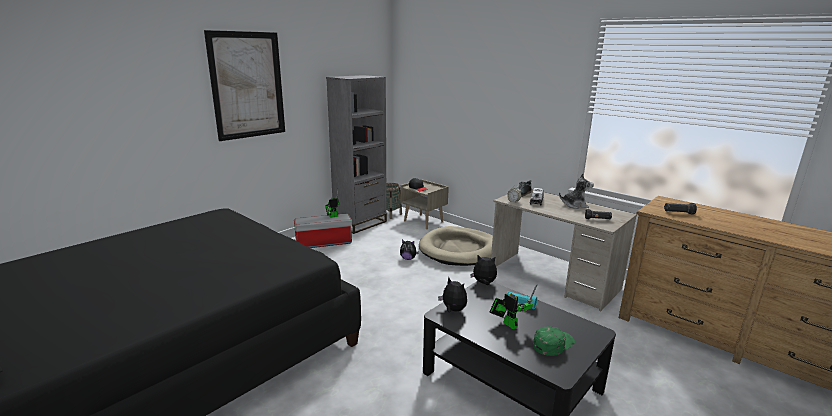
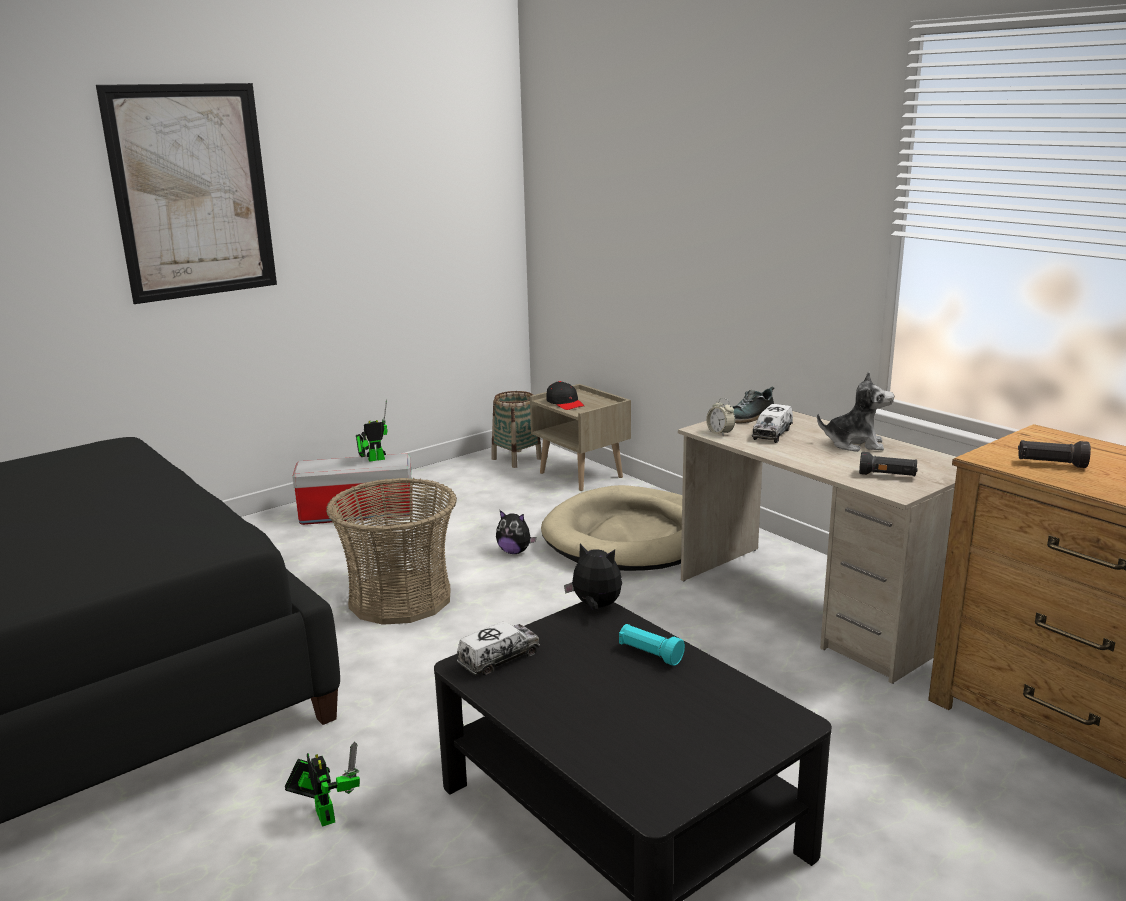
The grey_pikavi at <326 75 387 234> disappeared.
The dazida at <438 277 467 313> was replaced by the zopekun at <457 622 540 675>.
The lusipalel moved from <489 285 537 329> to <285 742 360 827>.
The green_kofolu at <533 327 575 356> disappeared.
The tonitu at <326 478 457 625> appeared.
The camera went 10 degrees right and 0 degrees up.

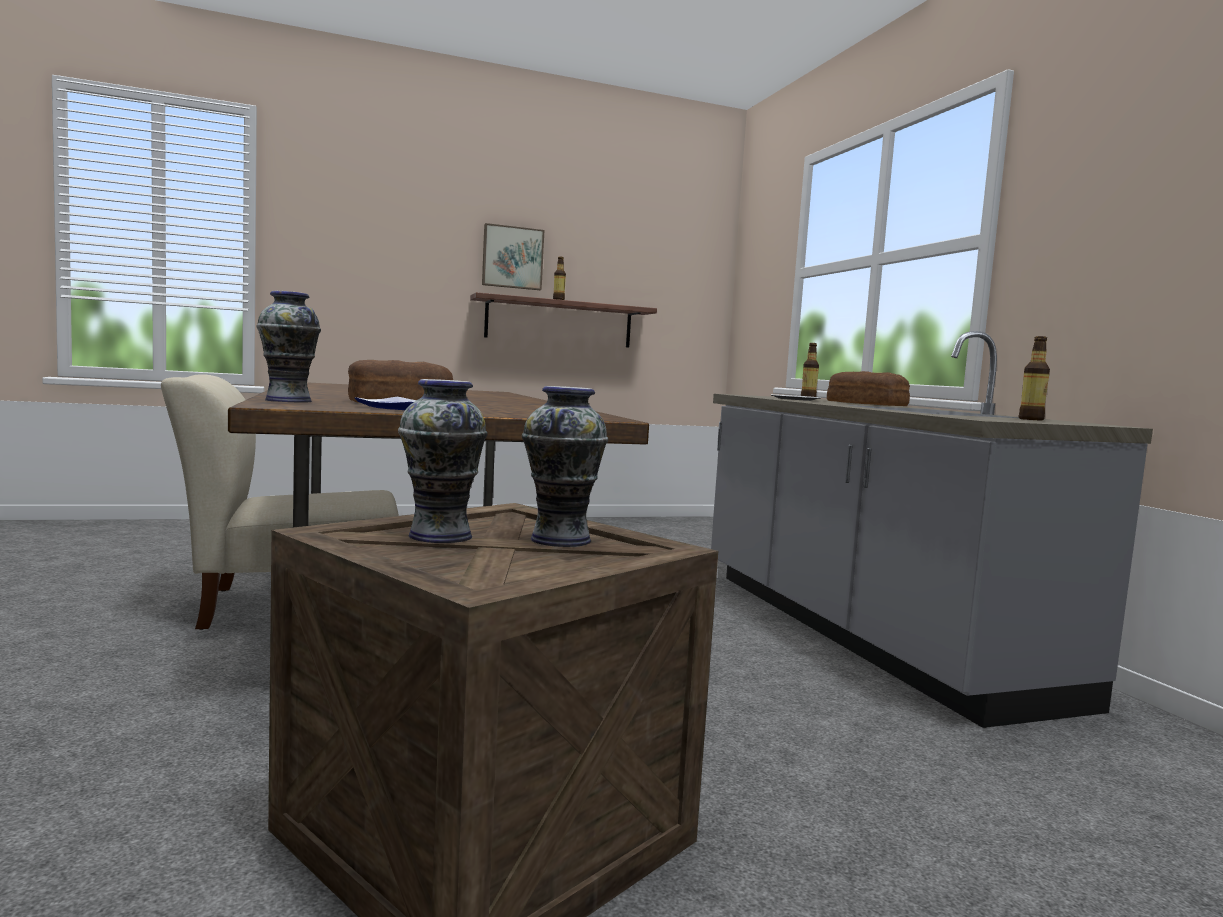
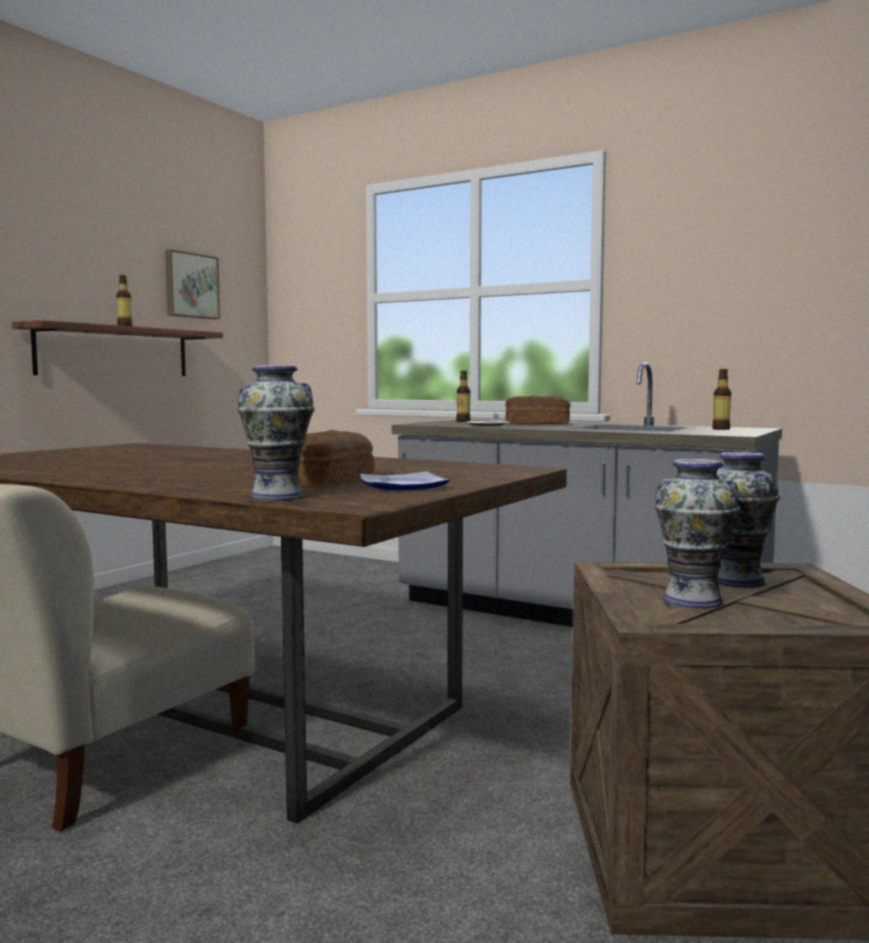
The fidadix moved from <482 223 544 290> to <165 249 220 319>.
The camera went 40 degrees left and 0 degrees up.

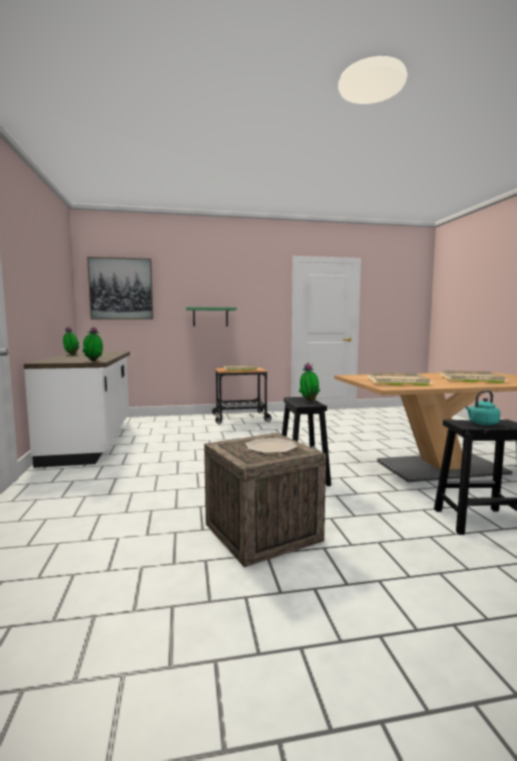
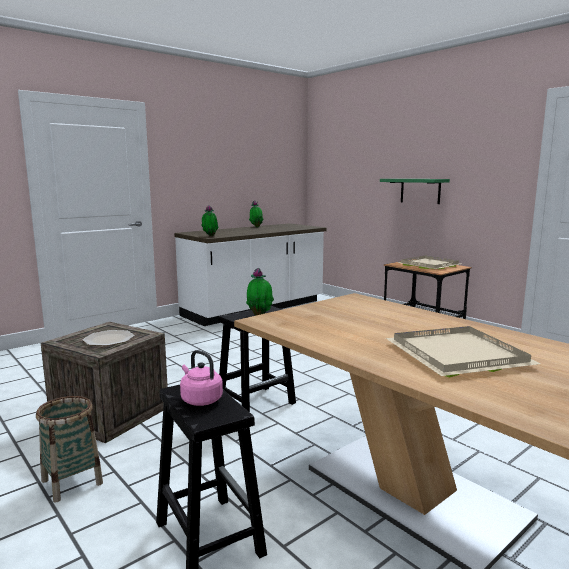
The fidadix at <87 257 153 320> disappeared.
The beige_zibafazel at <367 373 435 386> disappeared.
The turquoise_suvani at <465 390 500 426> became the pink_suvani at <180 350 223 406>.
The tonitu at <36 396 103 502> appeared.
The camera went 60 degrees right and 5 degrees up.

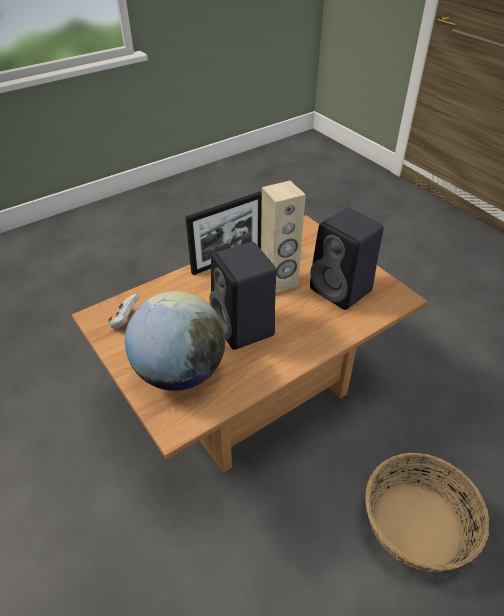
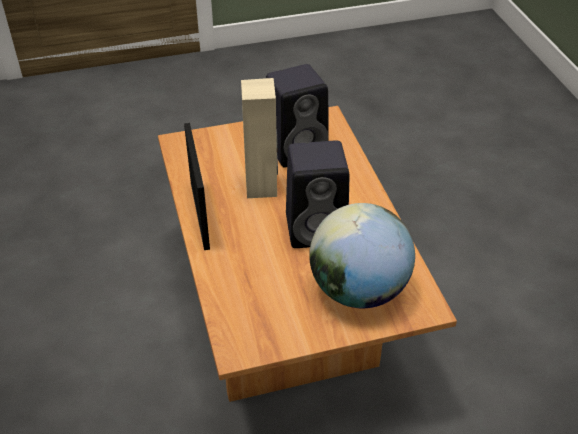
The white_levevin at <108 294 140 329> disappeared.
The tonitu at <365 453 489 572> disappeared.
The camera went 70 degrees left and 0 degrees up.

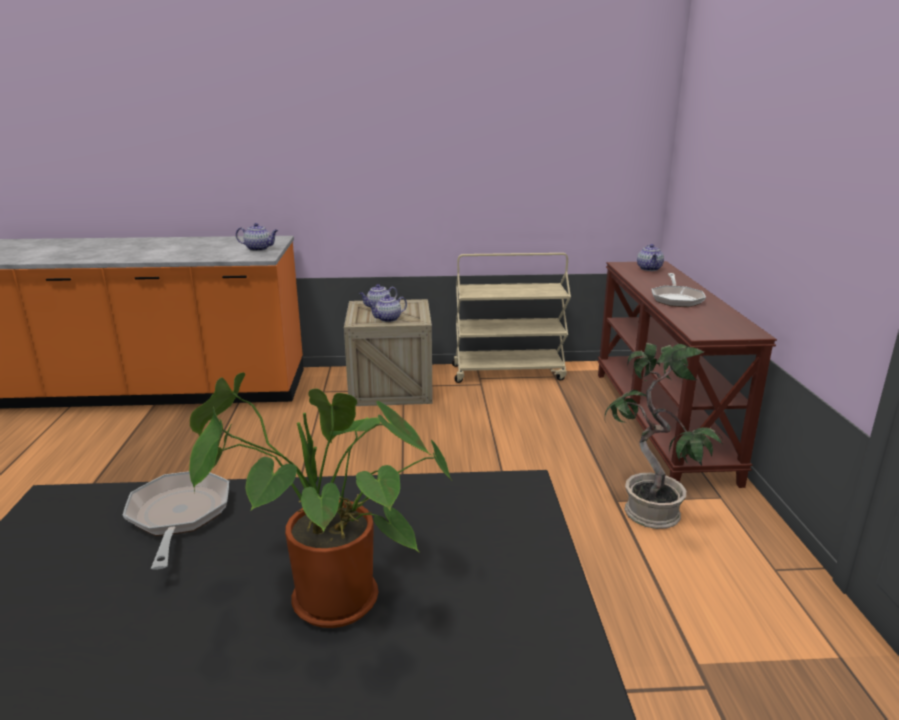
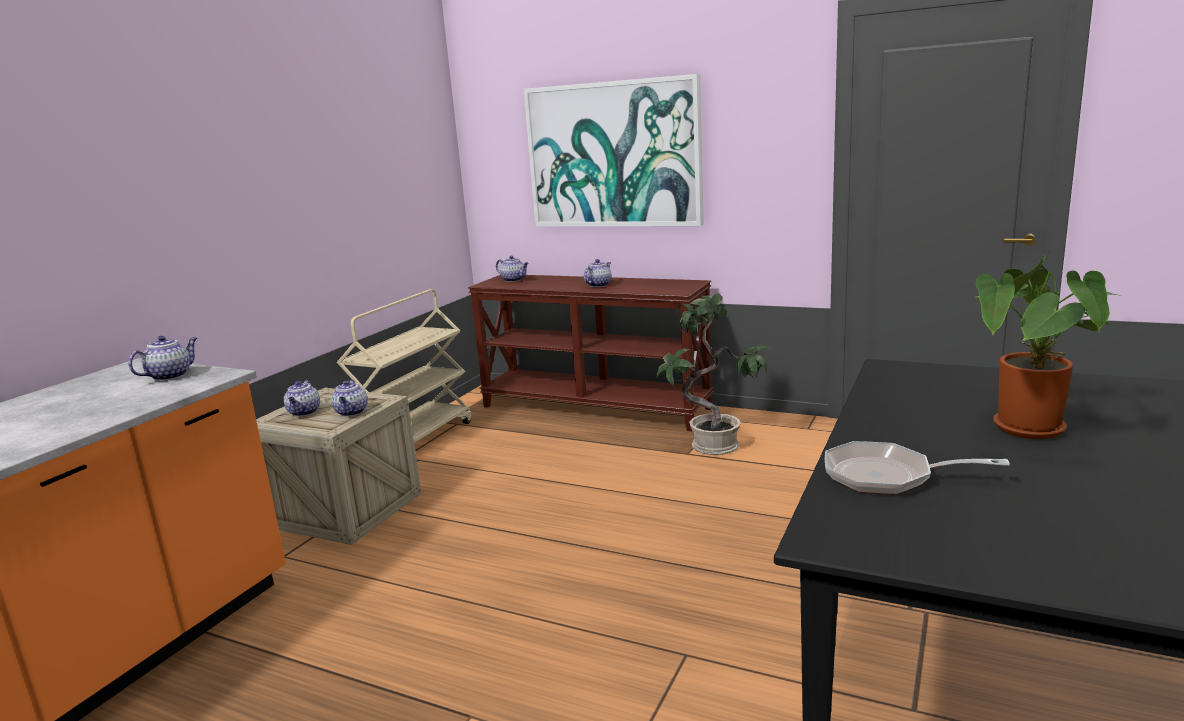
The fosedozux at <652 273 706 307> was replaced by the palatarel at <584 259 611 287>.
The fidadix at <523 74 704 226> appeared.
The camera went 60 degrees left and 5 degrees down.

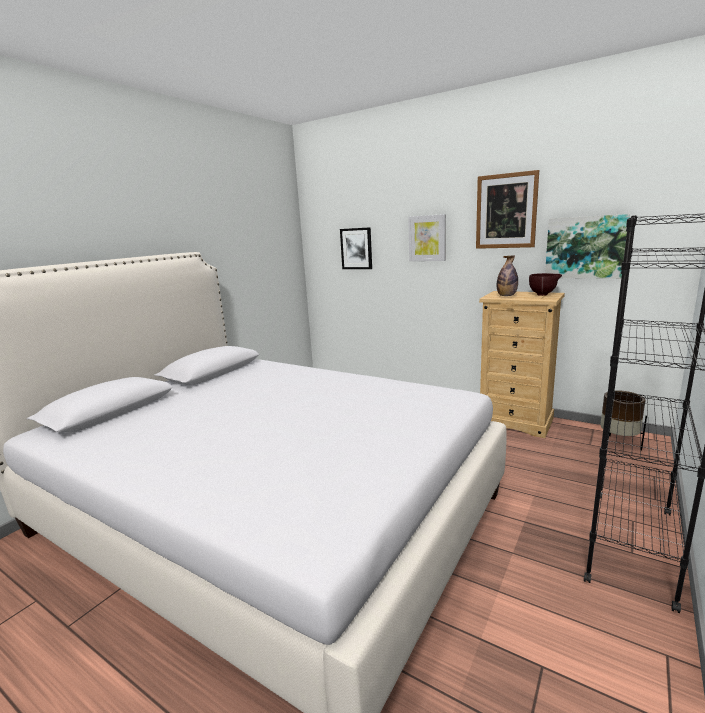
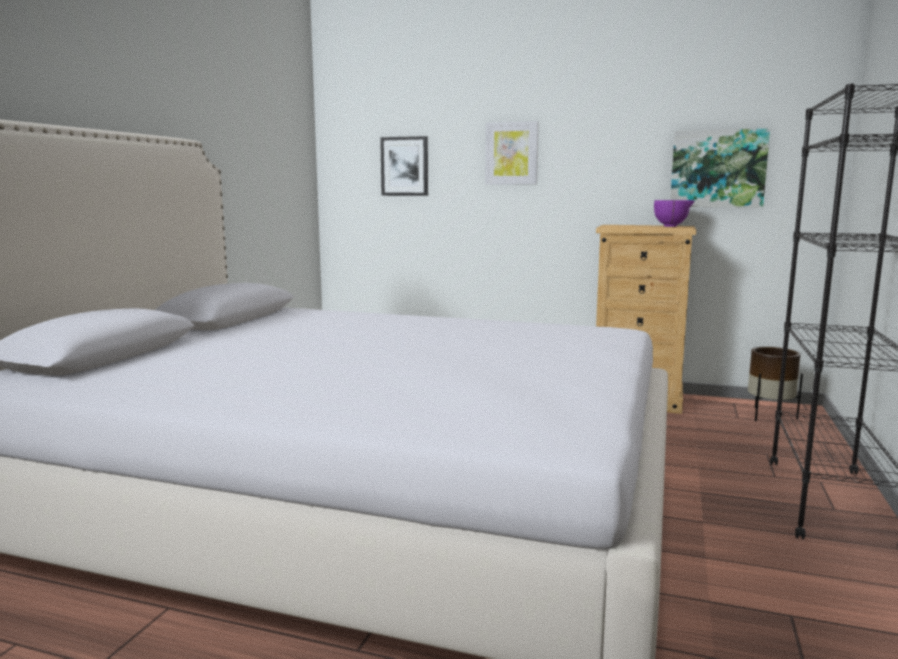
The fidadix at <476 170 539 249> disappeared.
The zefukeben at <497 256 518 296> disappeared.
The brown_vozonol at <529 273 562 296> became the purple_vozonol at <654 200 695 227>.
The camera went 15 degrees left and 5 degrees down.

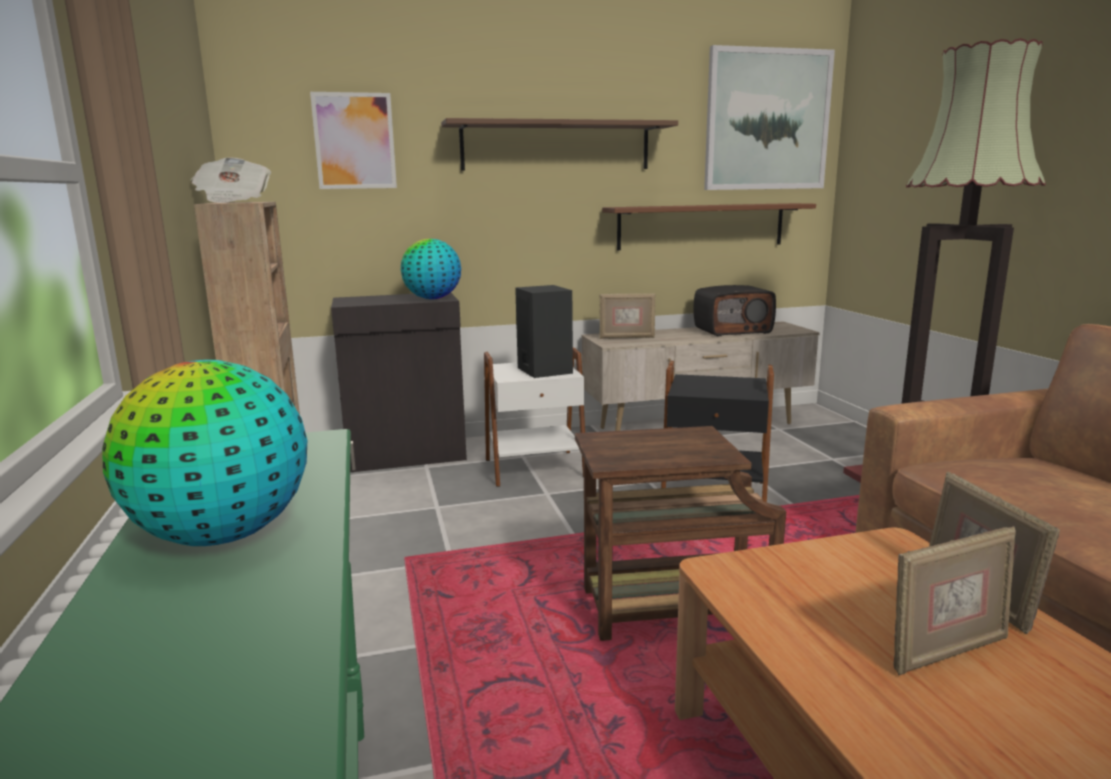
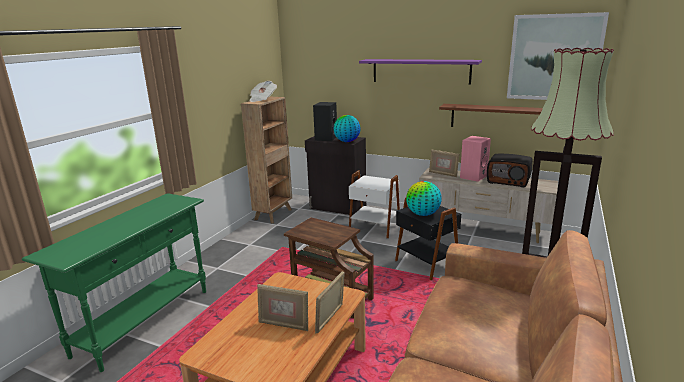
The fidadix at <310 92 397 189> disappeared.
The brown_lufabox at <441 118 678 170> became the purple_lufabox at <359 59 482 85>.
The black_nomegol moved from <515 285 573 378> to <313 102 337 141>.
The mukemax moved from <102 360 307 546> to <406 181 442 216>.
The pink_nomegol at <460 136 491 182> appeared.
The camera went 40 degrees right and 5 degrees up.

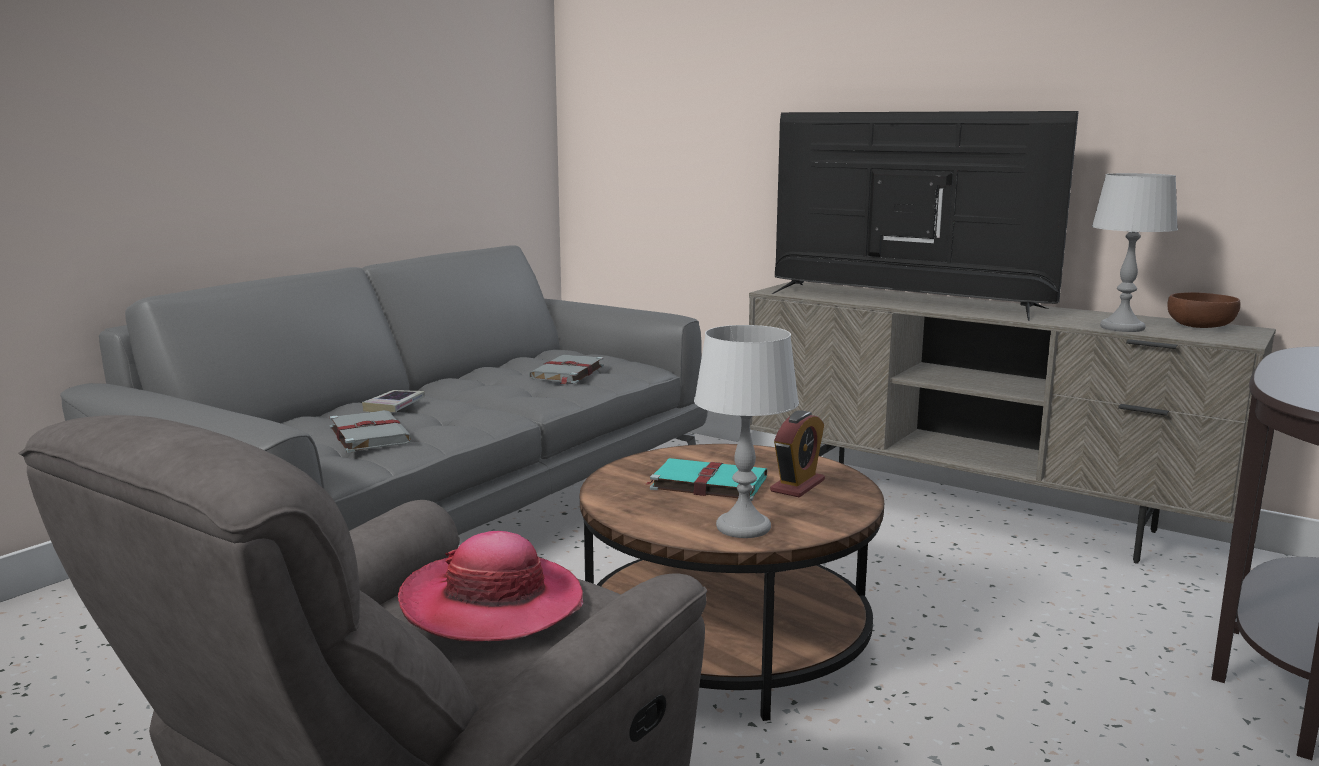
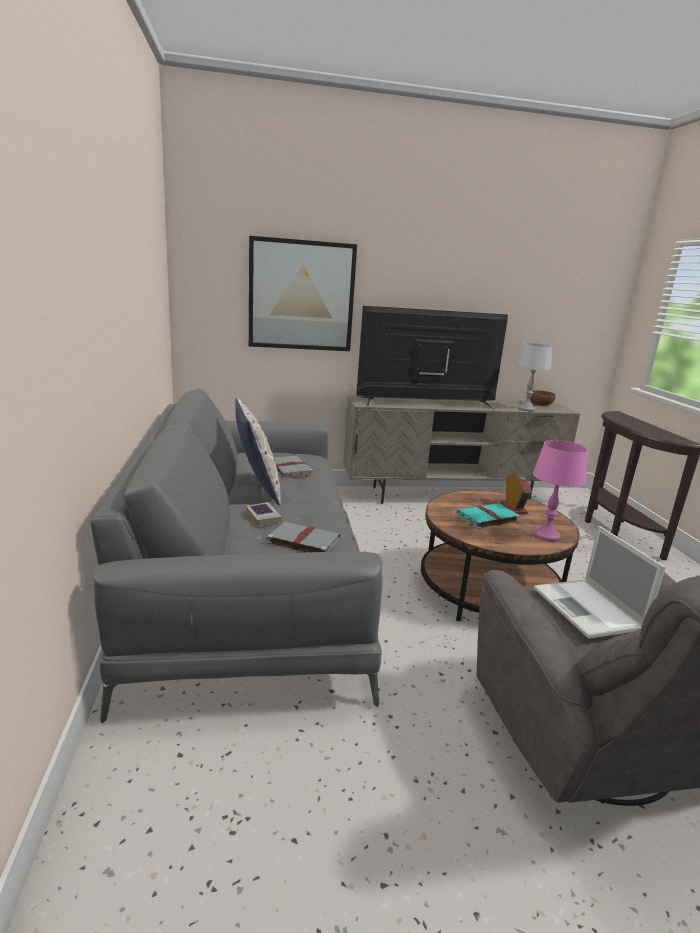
The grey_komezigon at <694 325 799 538> became the pink_komezigon at <533 440 587 541>.
The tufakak at <398 531 583 641> was replaced by the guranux at <534 526 666 639>.
The fidadix at <249 236 357 351> appeared.
The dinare at <235 398 281 505> appeared.
The camera went 45 degrees left and 5 degrees up.

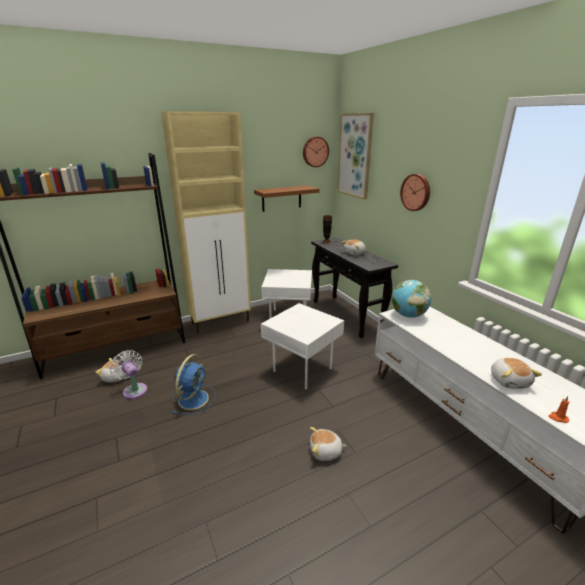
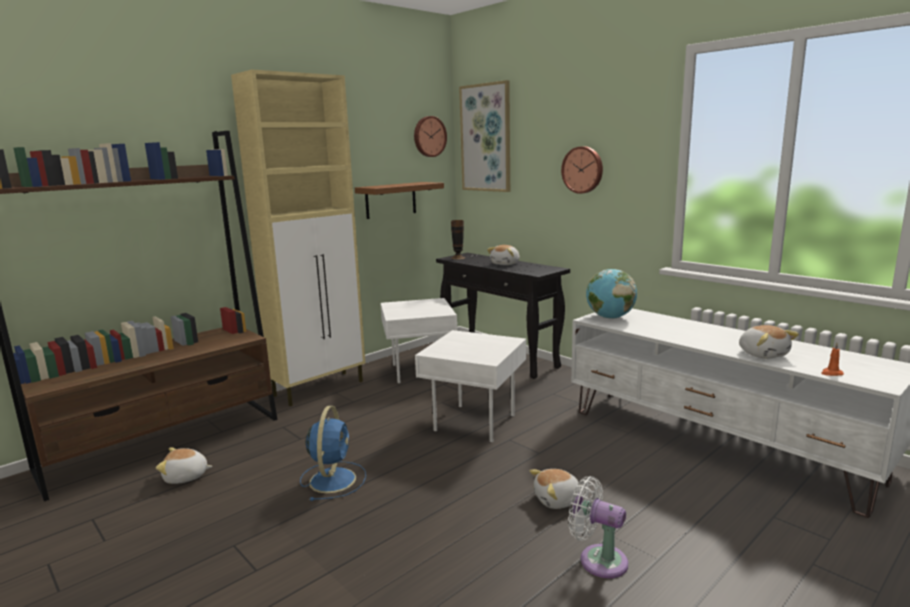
The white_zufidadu moved from <110 350 147 399> to <568 476 628 578>.
The camera went 15 degrees left and 10 degrees down.

